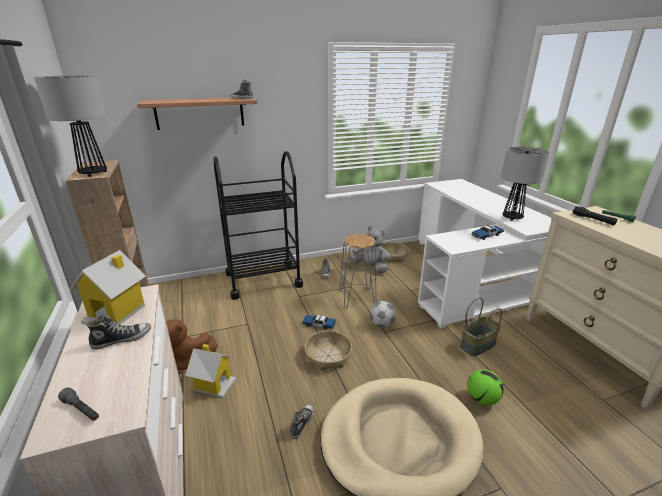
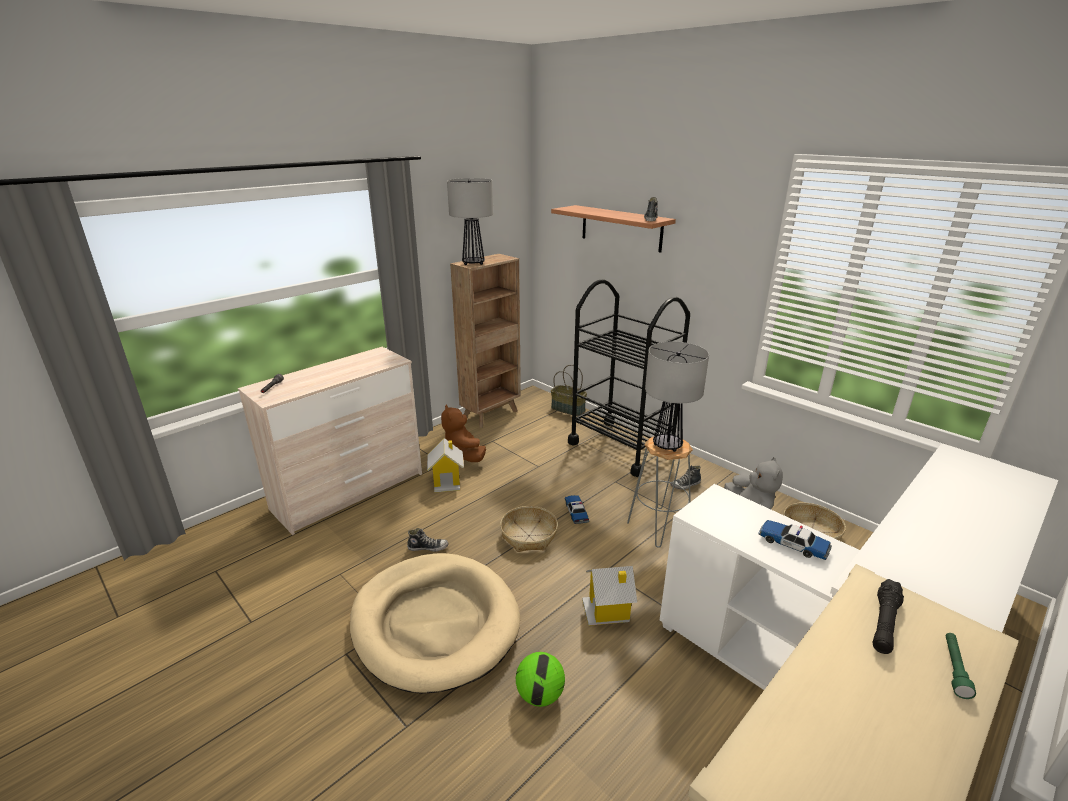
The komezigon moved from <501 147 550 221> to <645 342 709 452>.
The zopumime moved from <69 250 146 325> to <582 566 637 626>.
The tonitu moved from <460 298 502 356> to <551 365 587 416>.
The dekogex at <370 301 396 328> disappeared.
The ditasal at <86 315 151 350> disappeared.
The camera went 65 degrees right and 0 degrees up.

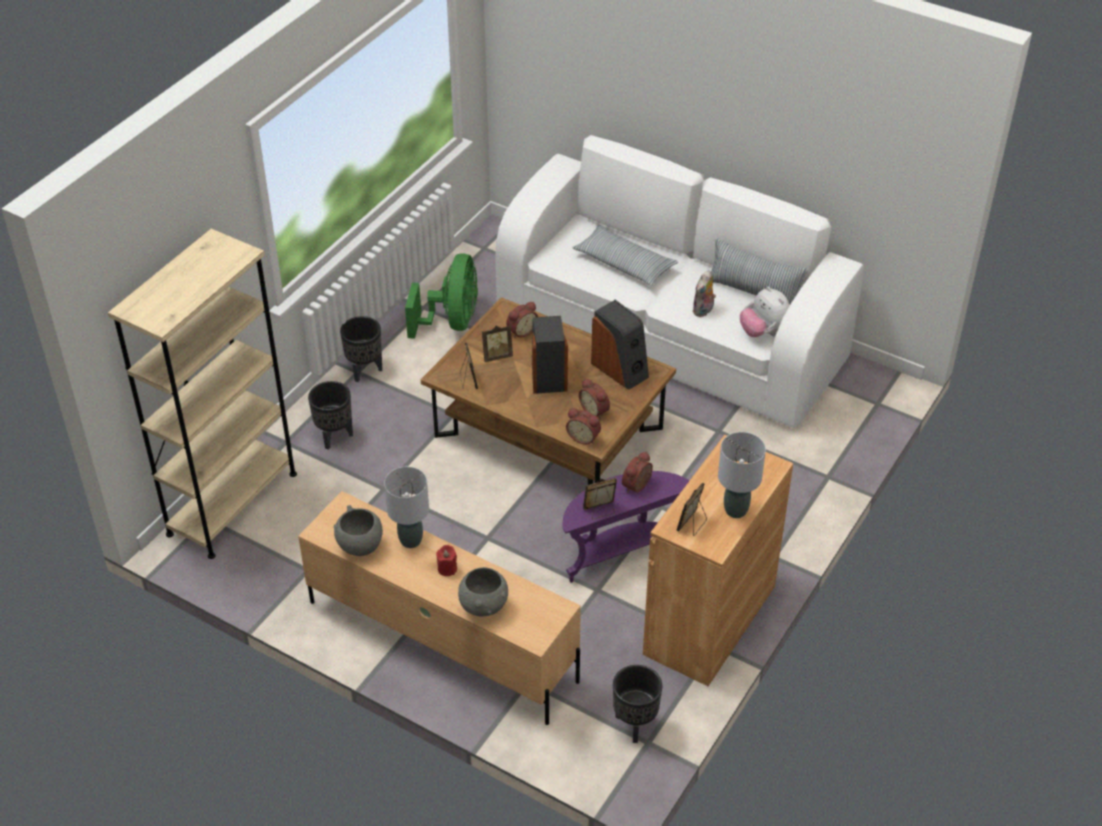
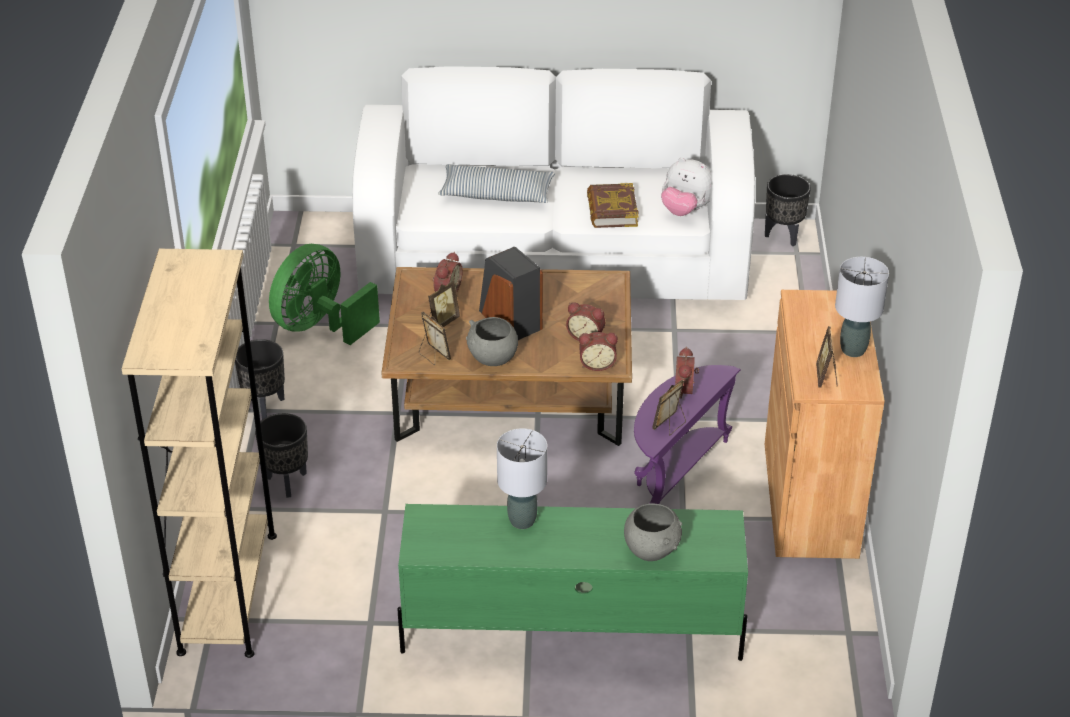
The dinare at <711 238 808 304> disappeared.
The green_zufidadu at <405 253 478 339> turned 120 degrees counterclockwise.
The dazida at <692 270 716 317> was replaced by the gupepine at <587 183 639 228>.
The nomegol at <591 300 649 390> disappeared.
The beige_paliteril at <298 491 581 725> became the green_paliteril at <397 504 748 661>.
The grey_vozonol moved from <334 505 383 556> to <466 317 518 366>.
The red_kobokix at <436 545 457 576> disappeared.
The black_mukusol moved from <613 665 662 743> to <765 174 811 246>.
The camera went 30 degrees left and 5 degrees down.

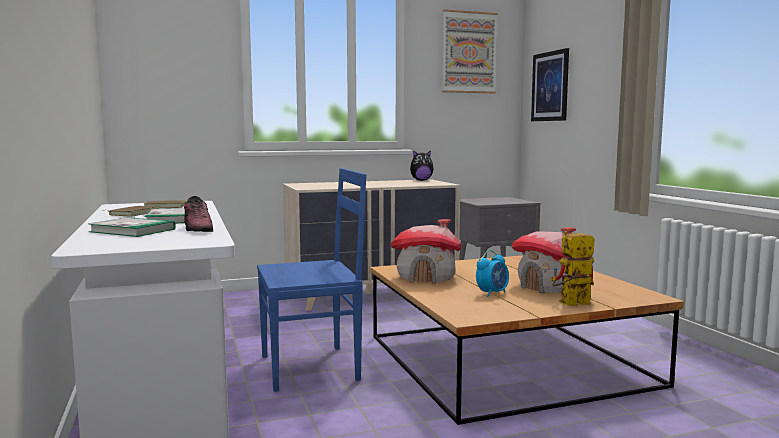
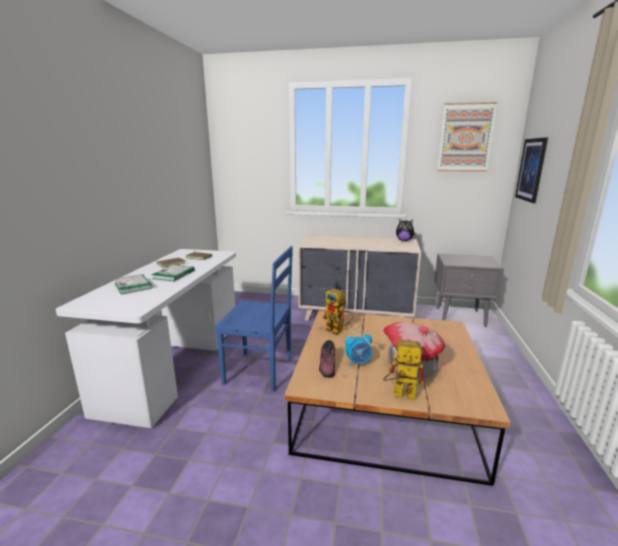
The ditasal moved from <184 196 213 232> to <319 340 335 378>.
The zopumime at <391 219 461 283> was replaced by the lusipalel at <323 288 353 335>.
The camera went 30 degrees right and 10 degrees up.

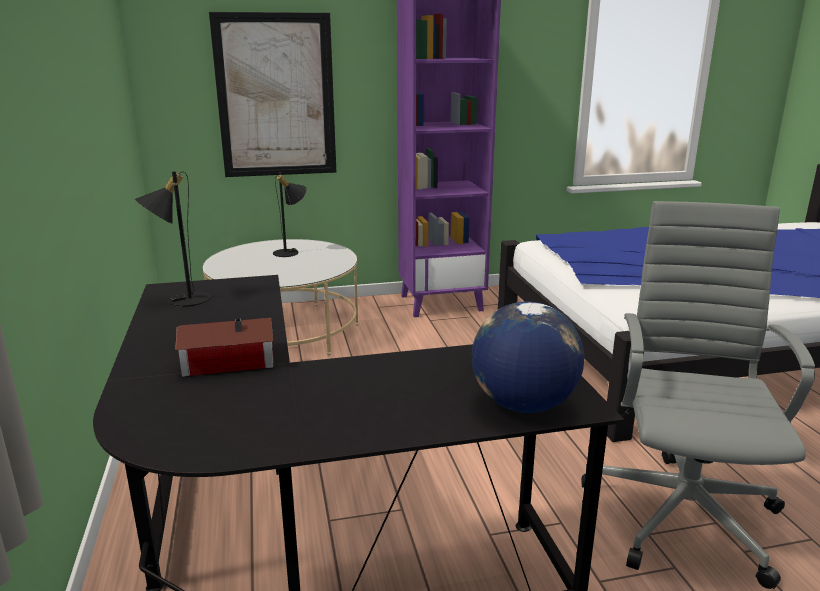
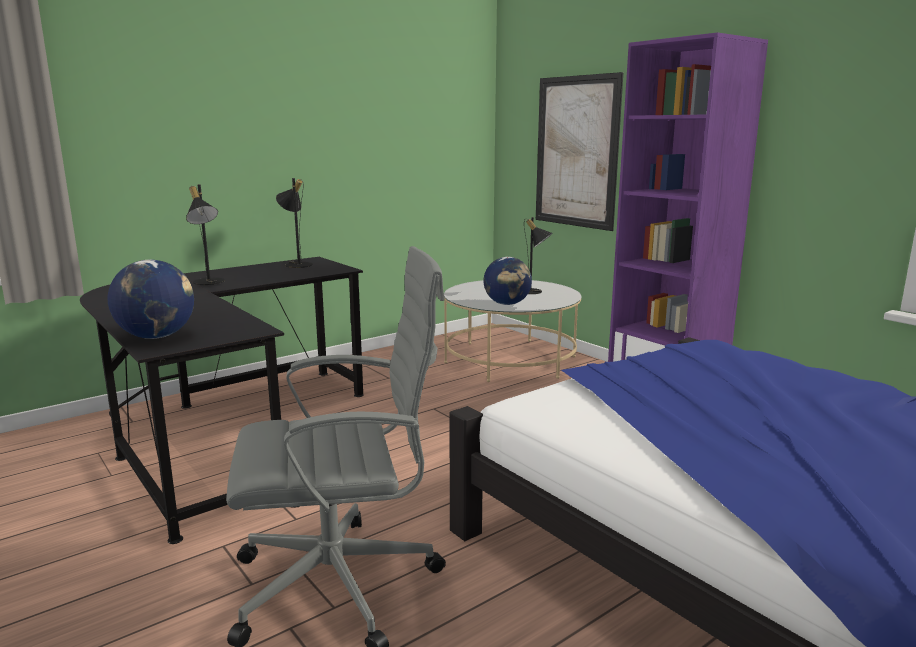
The zopumime at <175 318 274 377> was replaced by the black_komezigon at <186 184 225 285>.
The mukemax at <483 257 532 305> appeared.
The camera went 65 degrees right and 5 degrees down.

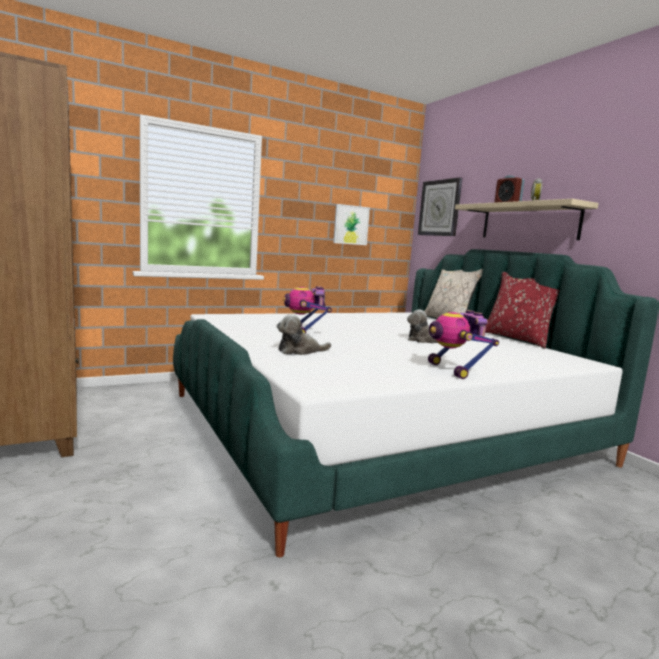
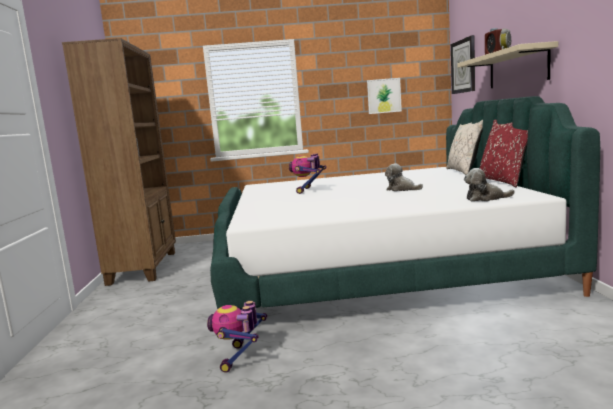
The lusipalel moved from <428 310 499 379> to <207 301 267 373>.
The dazida moved from <277 314 331 355> to <464 168 515 201>.
The camera went 25 degrees right and 0 degrees up.

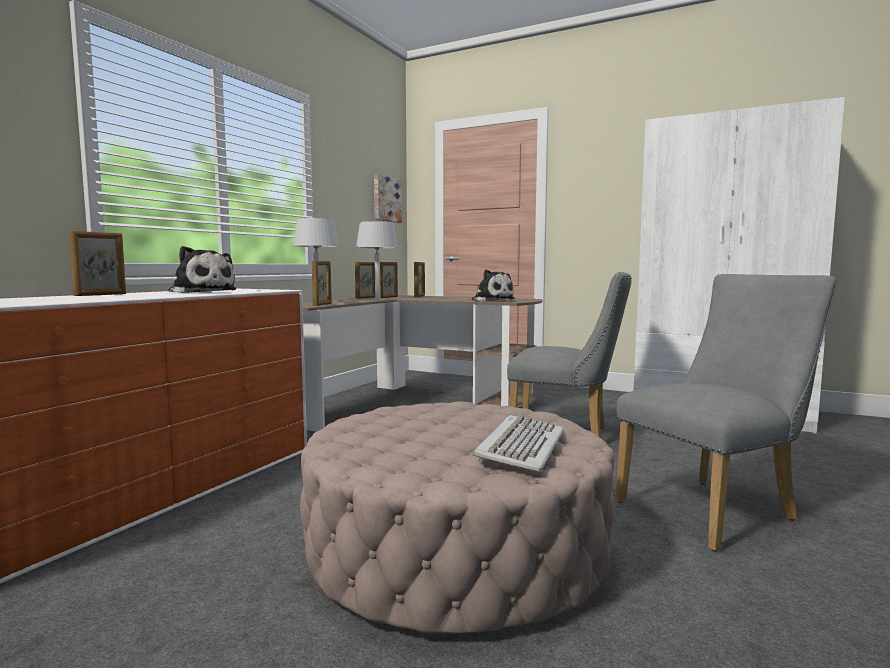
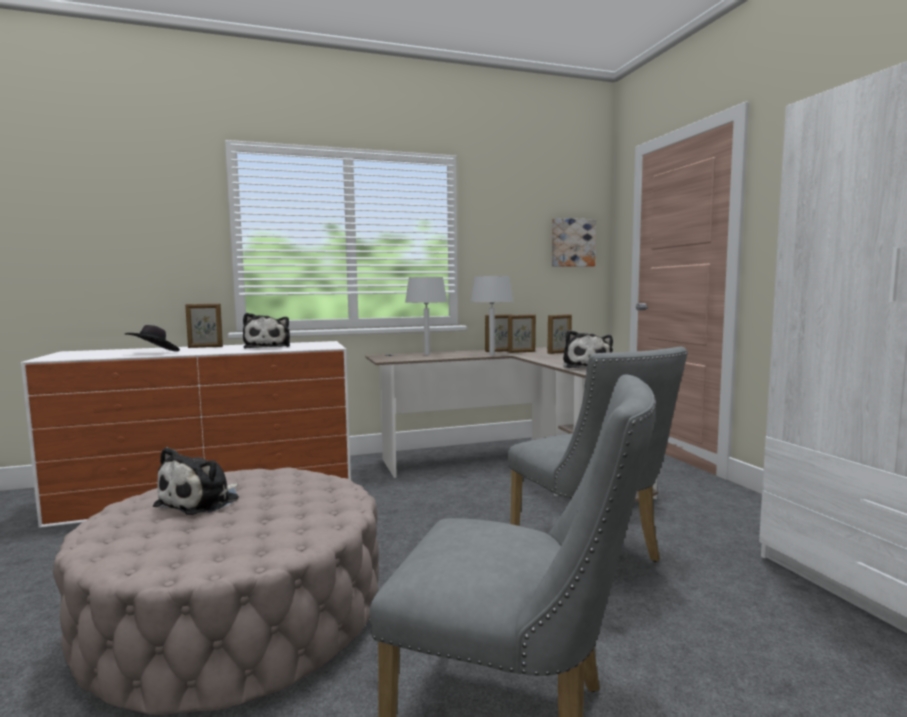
The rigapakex at <312 261 332 306> disappeared.
The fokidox at <473 415 564 472> disappeared.
The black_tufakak at <125 325 180 352> appeared.
The dazida at <153 447 239 515> appeared.
The camera went 45 degrees right and 0 degrees up.

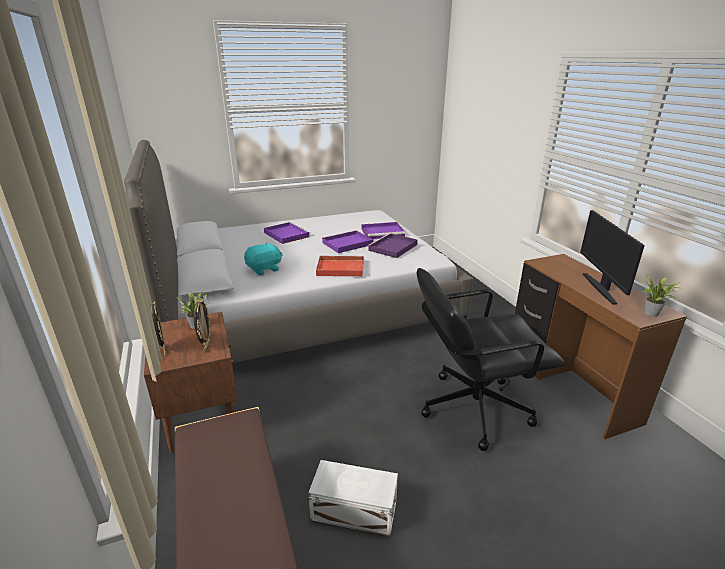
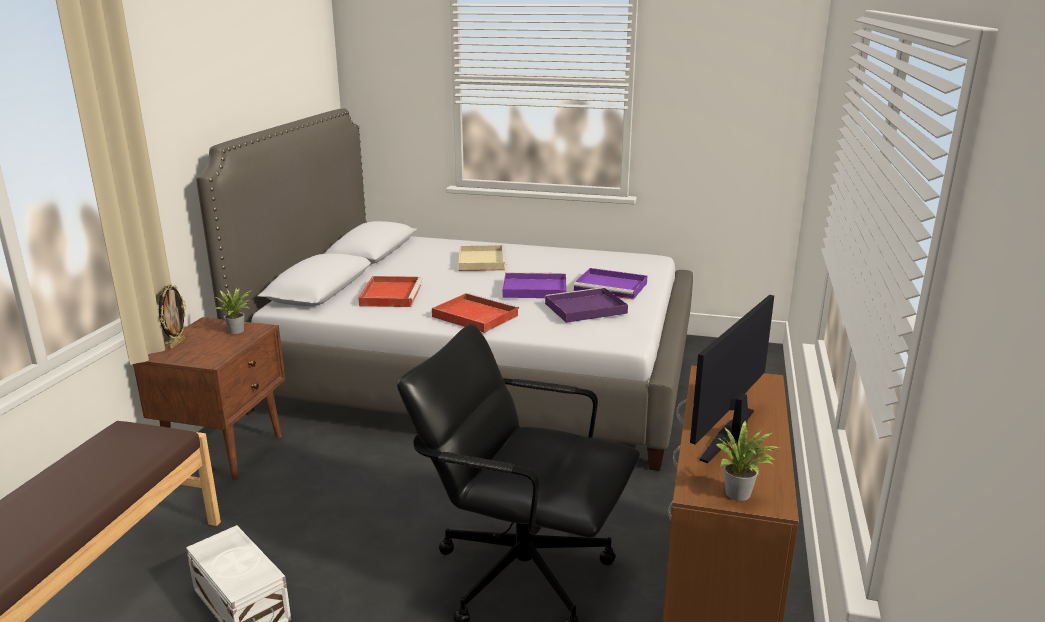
The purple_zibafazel at <264 222 310 244> became the beige_zibafazel at <458 245 507 271>.
The turquoise_dazida at <244 243 283 275> was replaced by the red_zibafazel at <358 276 423 307>.
The rigapakex at <194 299 211 353> disappeared.
The camera went 35 degrees right and 5 degrees down.

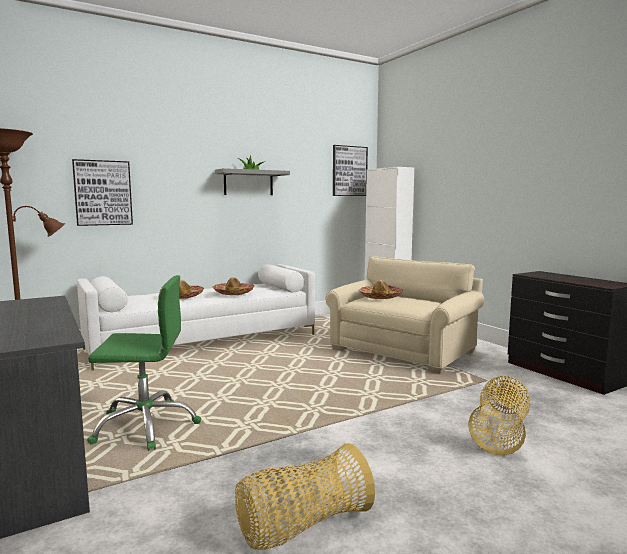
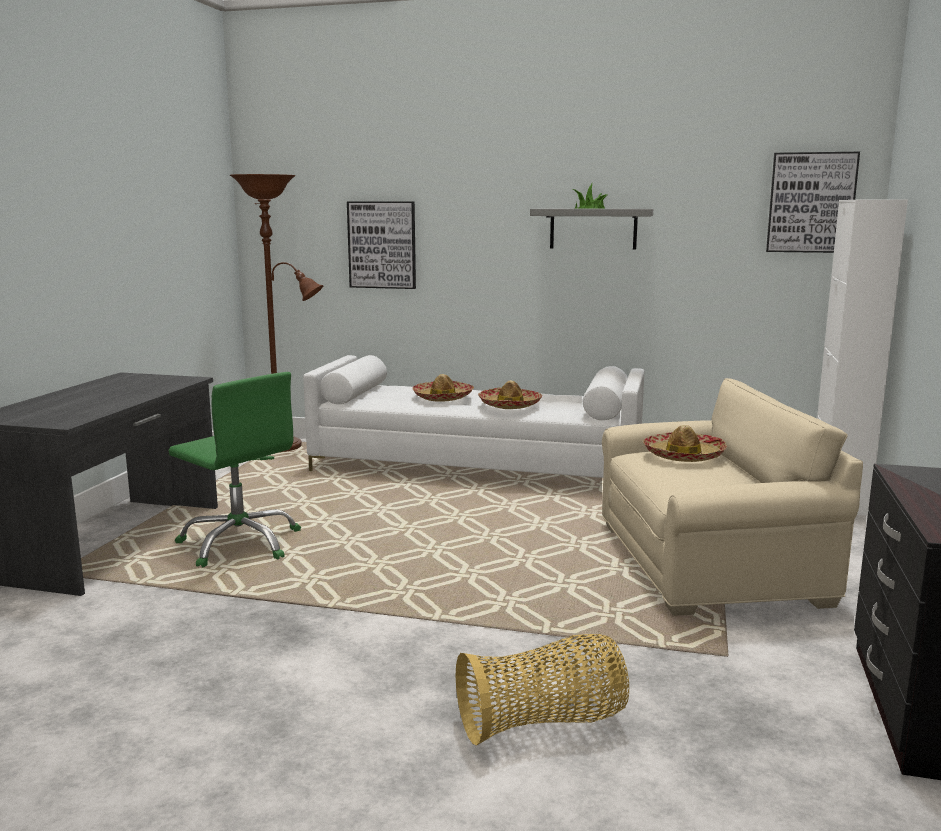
The tonitu at <235 443 375 550> disappeared.
The camera went 45 degrees right and 5 degrees up.

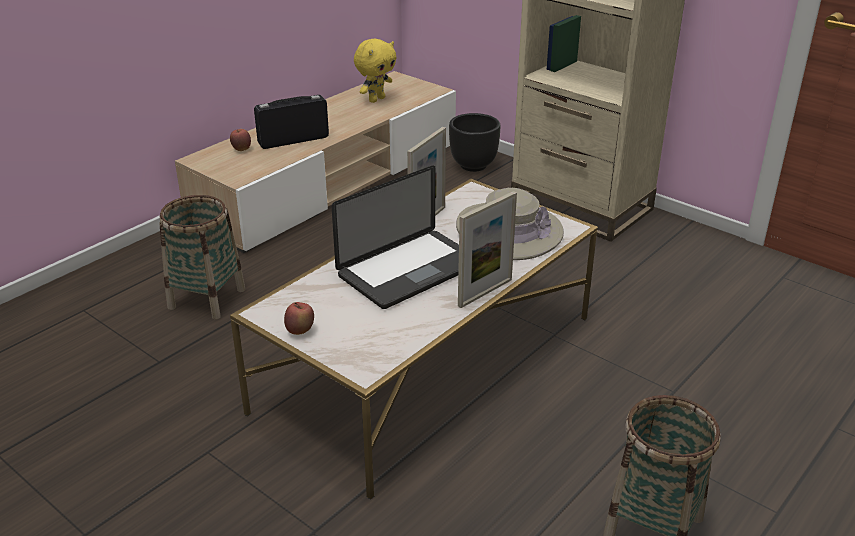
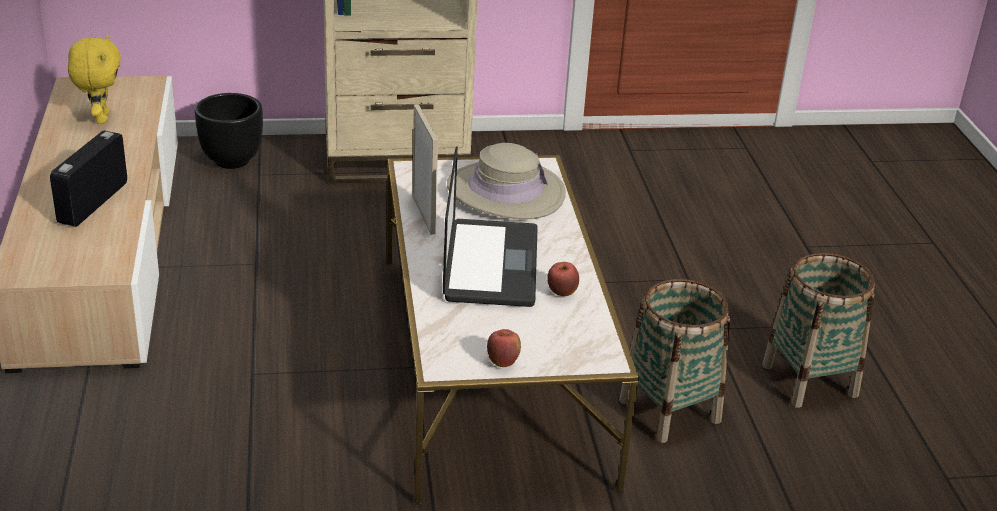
The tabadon moved from <230 129 251 151> to <547 262 579 296>.
The rigapakex at <458 191 517 308> disappeared.
The tonitu moved from <159 195 245 319> to <619 279 730 443>.
The camera went 50 degrees left and 0 degrees up.

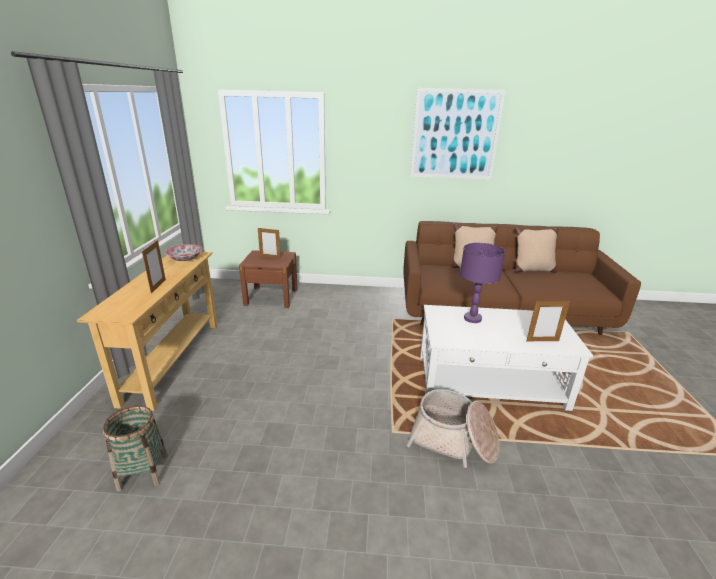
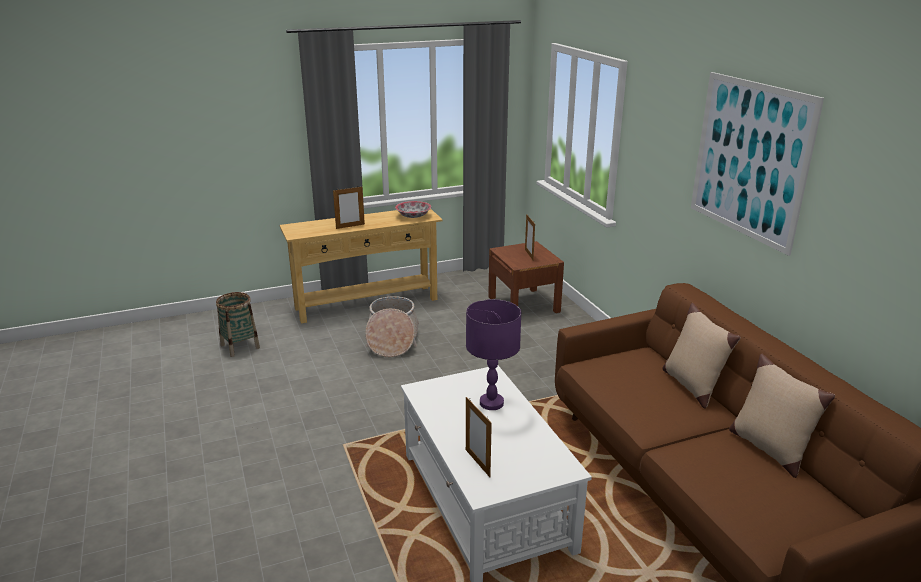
The tonitu moved from <406 389 499 468> to <365 296 419 357>.
The camera went 65 degrees right and 0 degrees up.

